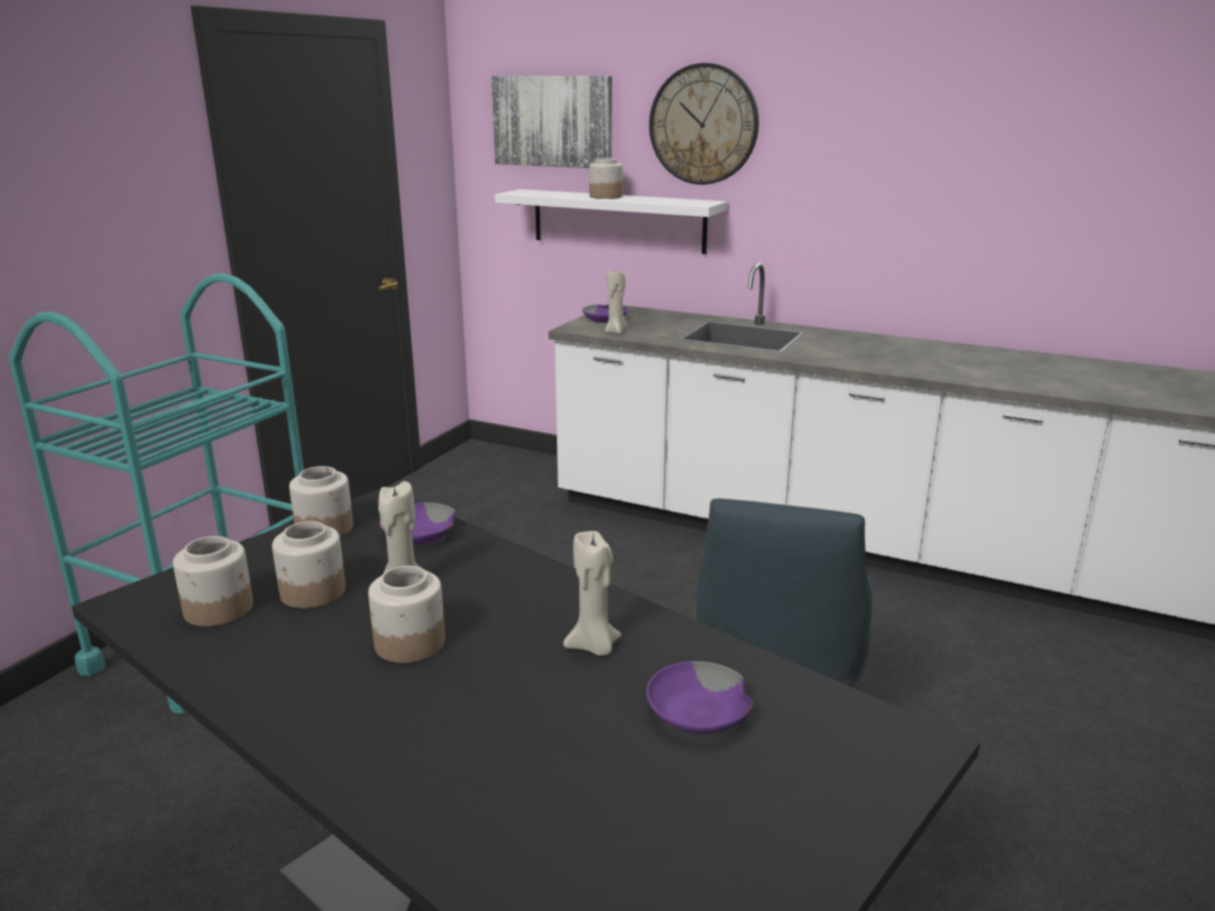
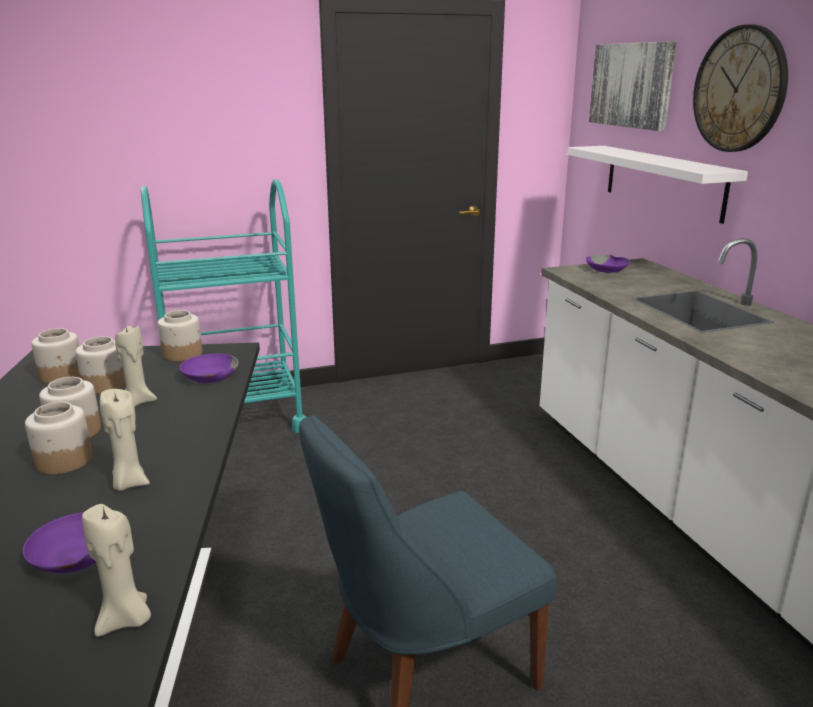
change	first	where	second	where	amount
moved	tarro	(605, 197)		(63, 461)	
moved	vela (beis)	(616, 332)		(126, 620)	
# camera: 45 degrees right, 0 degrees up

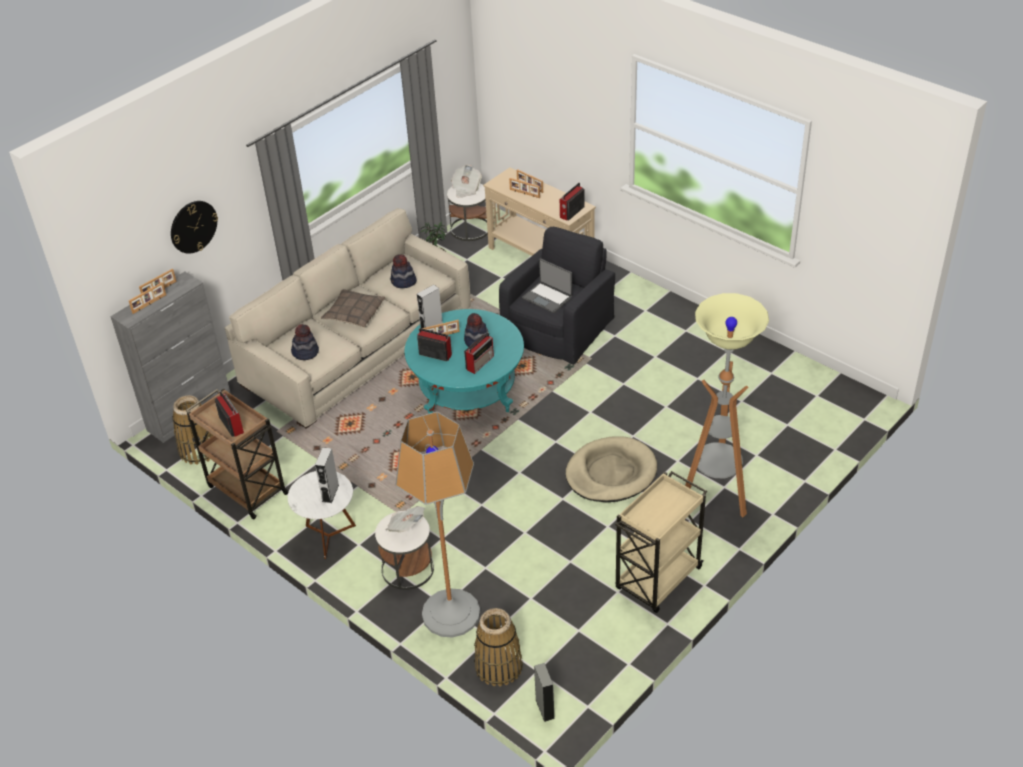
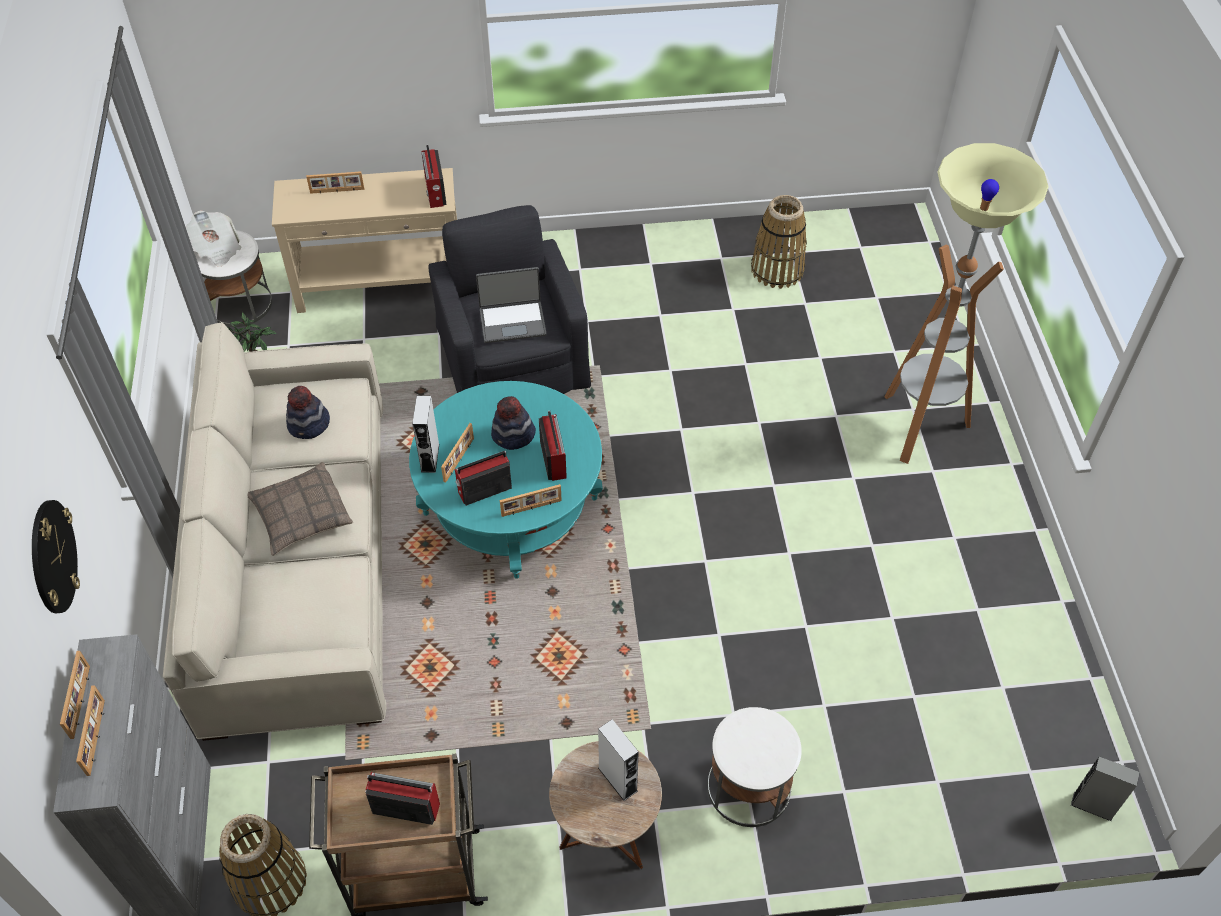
change	first	where	second	where	amount
recoloured	mesa auxiliar (blanco)	(329, 536)	mesa auxiliar (marrón)	(605, 835)	
removed	sombrero	(305, 352)			
removed	periódico	(406, 526)			
removed	lámpara de pie	(451, 613)			
moved	cesta	(498, 666)		(777, 270)	
moved	portarretratos	(524, 193)		(531, 508)	
removed	cama para perro (beis)	(611, 473)			
removed	carrito (beis)	(657, 580)			
# camera: 50 degrees left, 10 degrees up

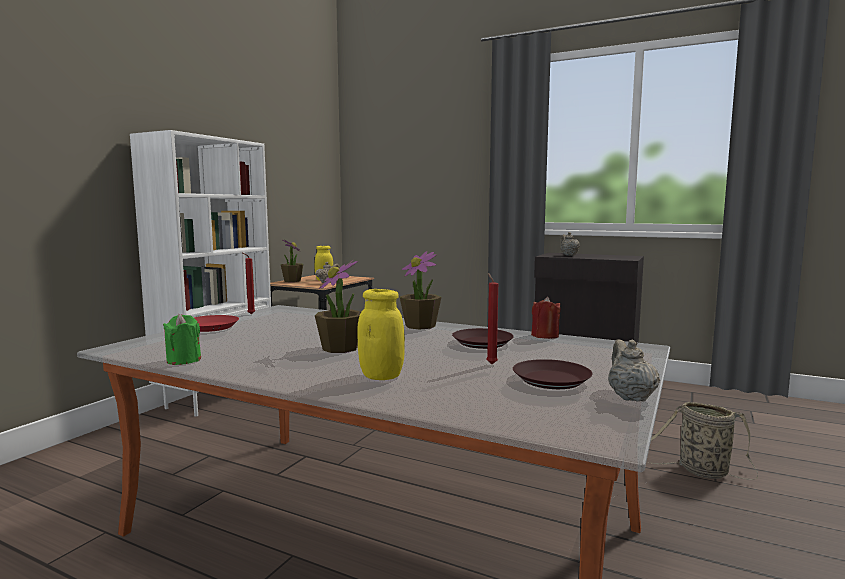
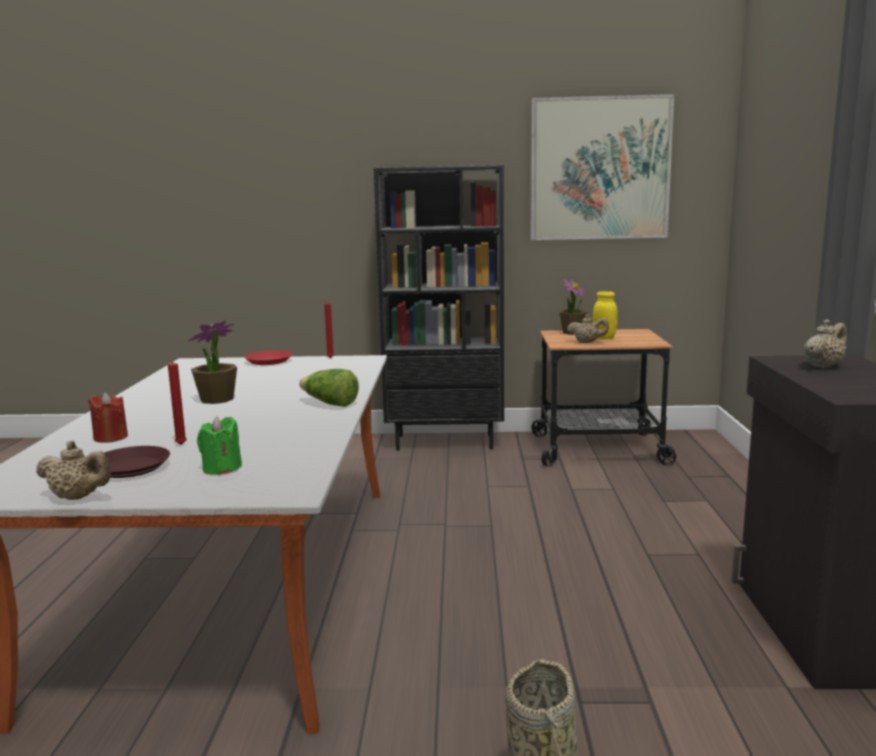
change	first	where	second	where	amount
recoloured	estantería (blanco)	(217, 397)	estantería (negro)	(445, 442)	
moved	vela (verde)	(184, 360)		(221, 468)	
removed	tarro (amarillo)	(381, 376)			
replaced	planta en maceta	(420, 326)	lechuga	(330, 404)	
removed	plato (marrón)	(482, 343)			
moved	vela (rojo)	(545, 336)		(110, 437)	
turned	tetera (beis)	(629, 397)		(78, 497)	45 degrees clockwise
added			cuadro	(599, 169)	
# camera: 65 degrees right, 5 degrees up

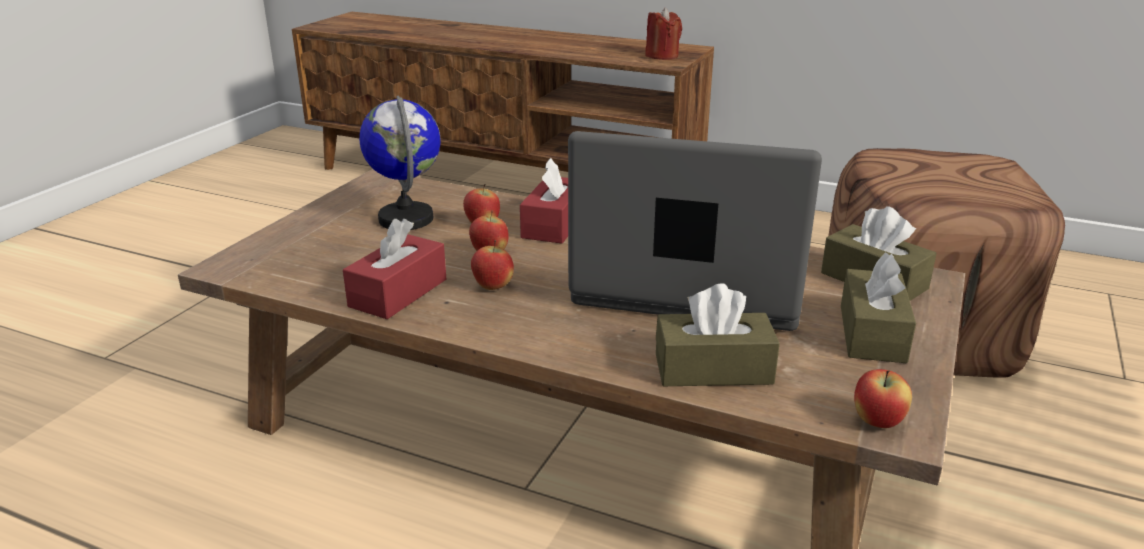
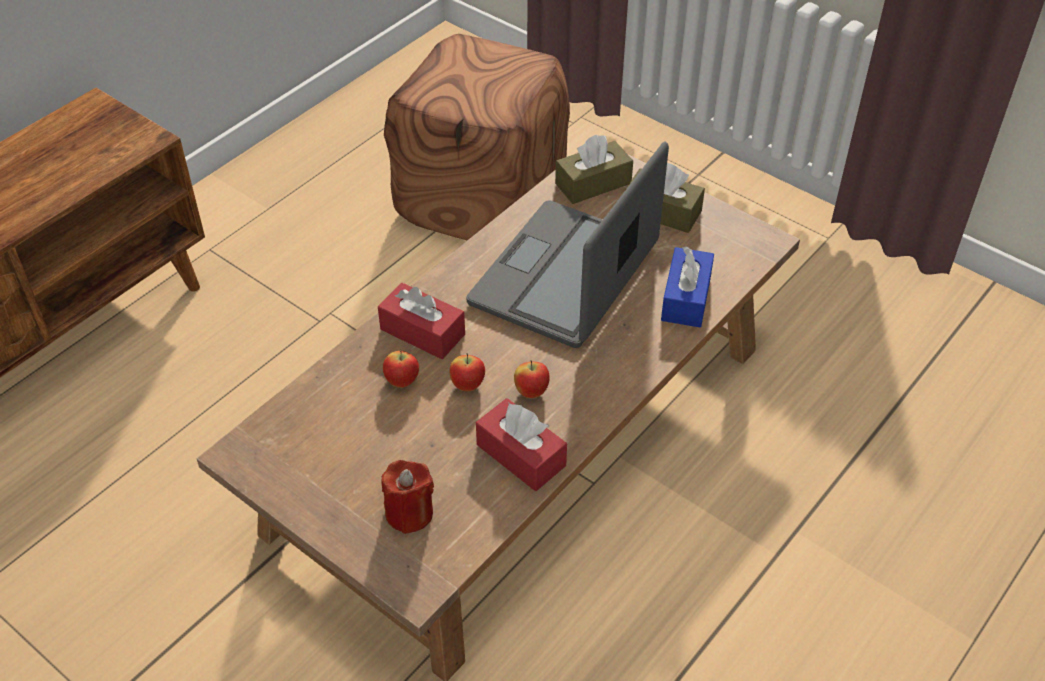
change	first	where	second	where	amount
removed	globo terráqueo	(406, 219)			
moved	vela (rojo)	(662, 56)		(409, 513)	
recoloured	caja de pañuelos (marrón)	(713, 369)	caja de pañuelos (azul)	(686, 298)	
removed	manzana	(877, 422)			
# camera: 75 degrees left, 20 degrees up

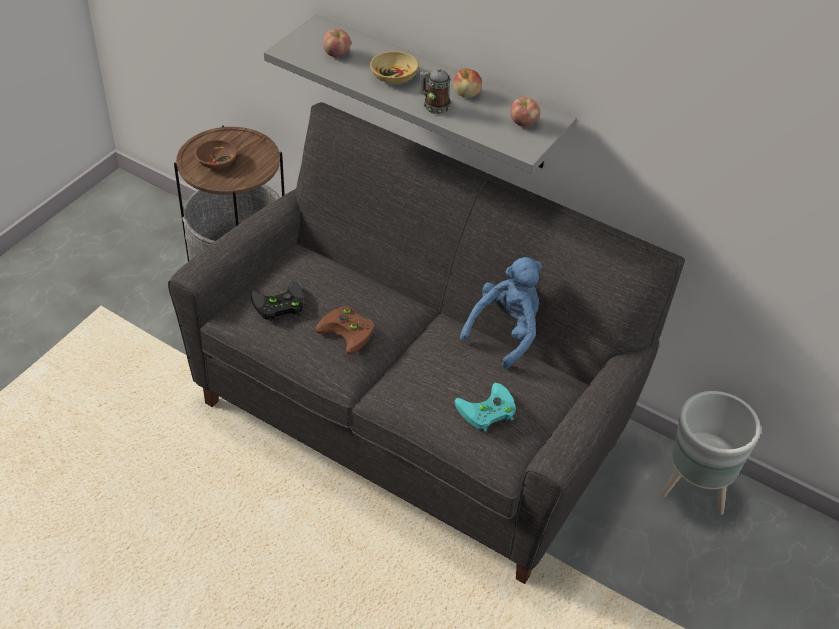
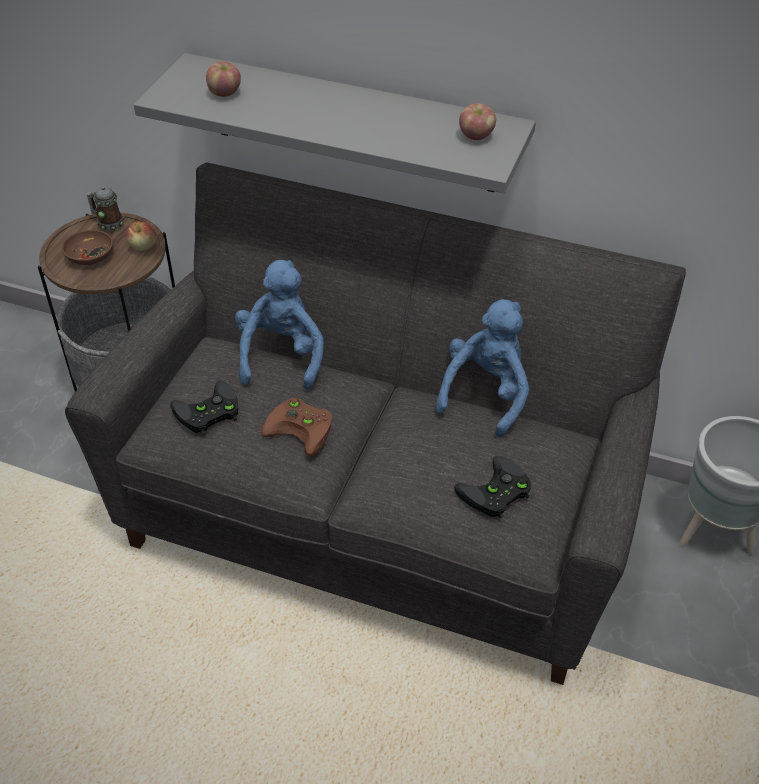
change	first	where	second	where	amount
removed	cuenco (beis)	(394, 77)			
moved	taza grande	(434, 105)		(108, 222)	
moved	manzana	(466, 93)		(143, 246)	
recoloured	mando de consola (turquesa)	(486, 412)	mando de consola (negro)	(495, 493)	
added			peluche (azul)	(281, 355)	
# camera: 10 degrees left, 0 degrees up

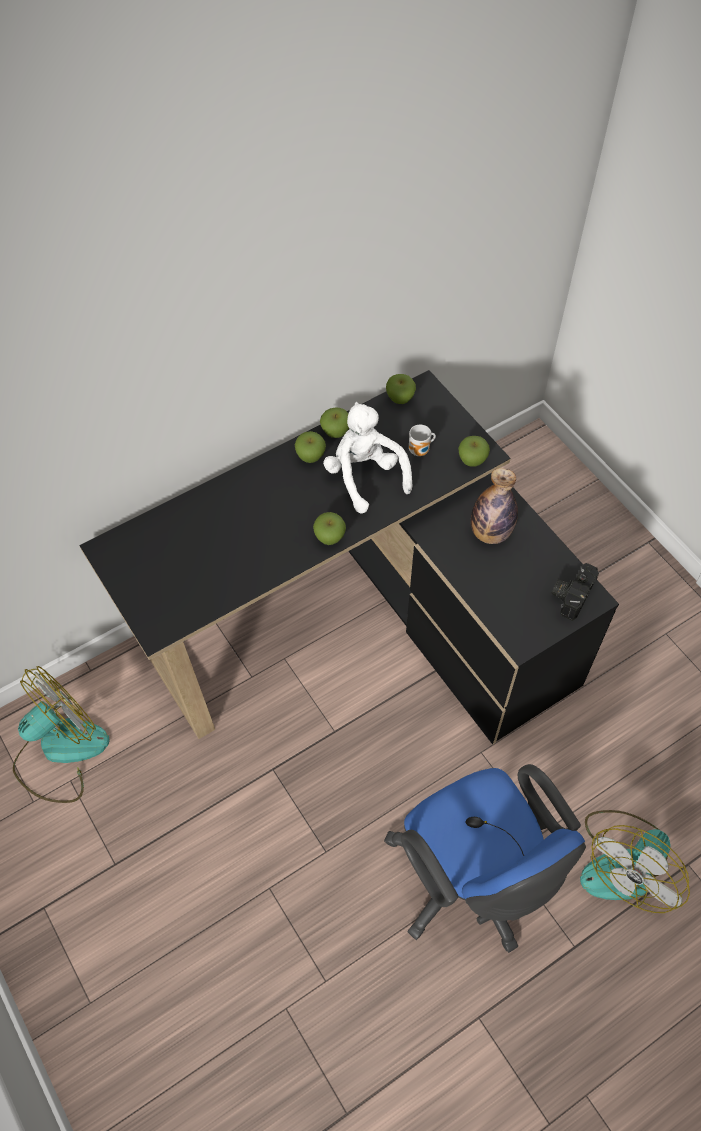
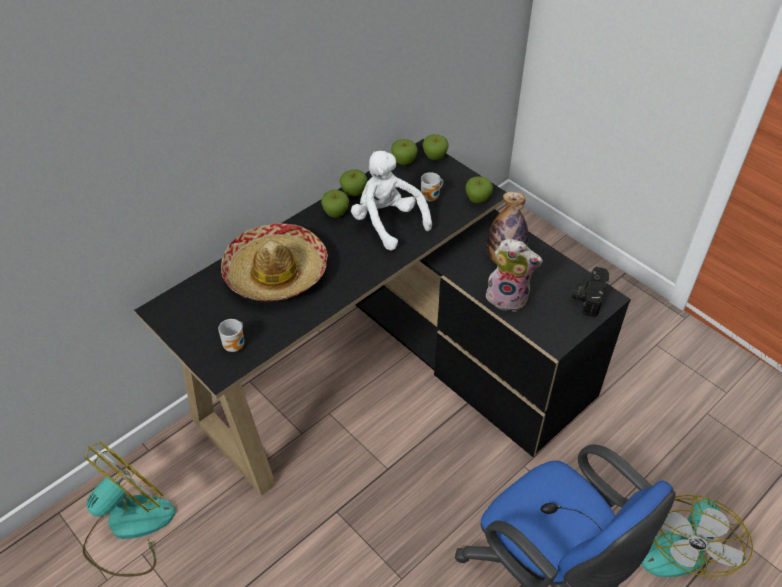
change	first	where	second	where	amount
moved	manzana	(329, 538)		(434, 157)	
added			taza grande	(236, 345)	
added			sombrero	(276, 272)	
added			peluche	(508, 297)	
# camera: 10 degrees left, 10 degrees down

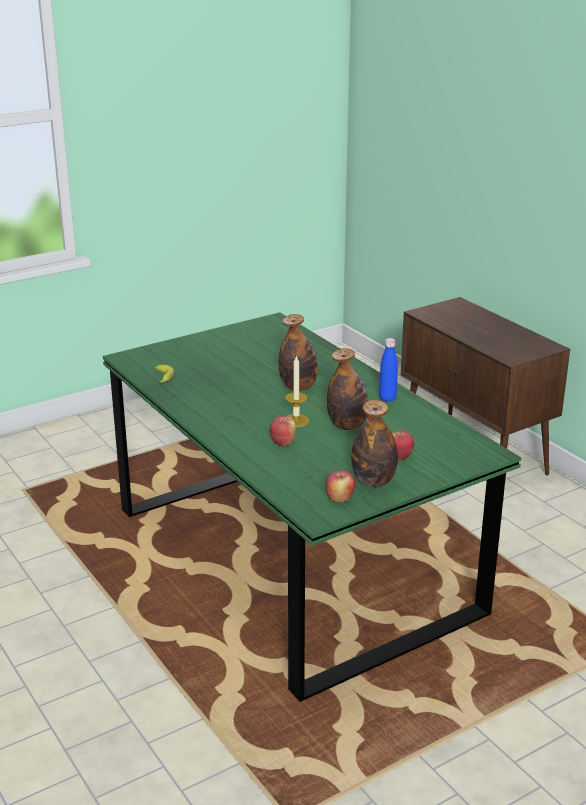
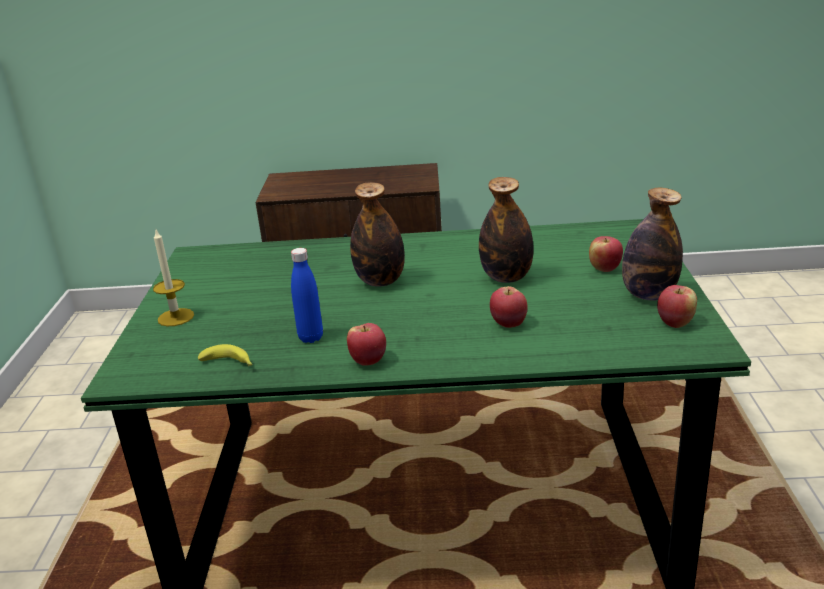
change	first	where	second	where	amount
moved	vela	(296, 420)		(176, 317)	
moved	botella (azul)	(387, 398)		(311, 338)	
added			manzana	(368, 361)	
# camera: 55 degrees left, 0 degrees up

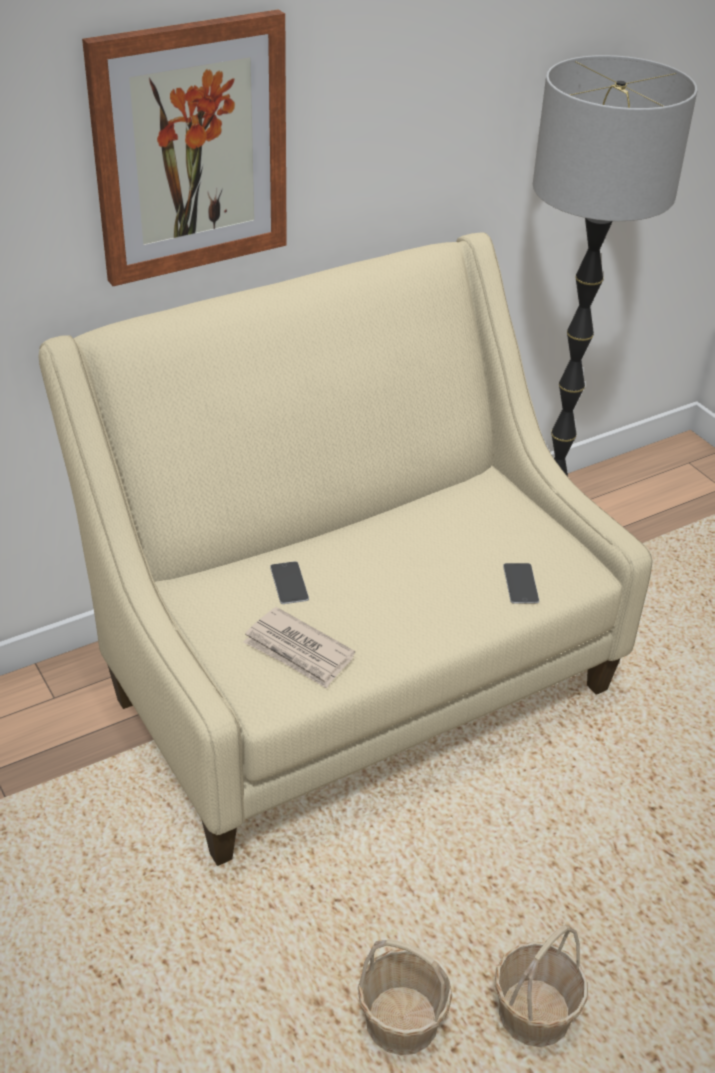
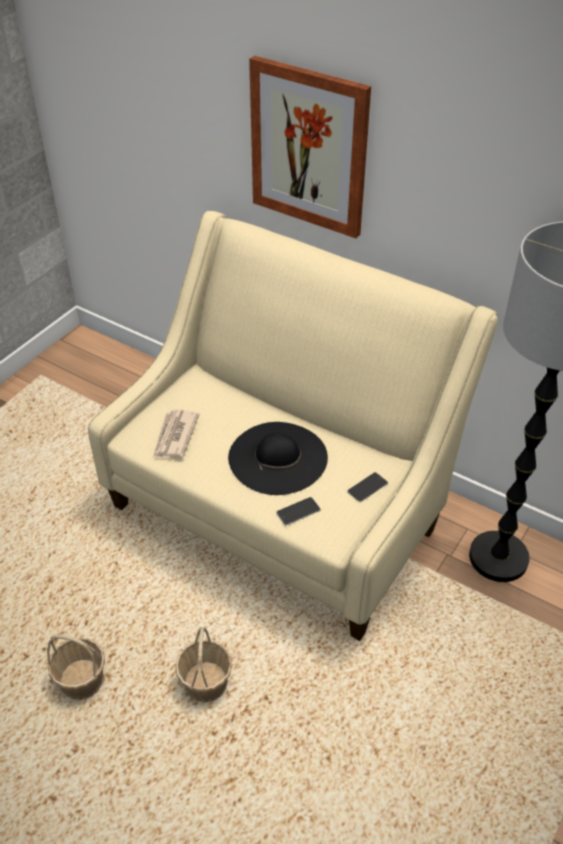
change	first	where	second	where	amount
moved	móvil	(289, 583)		(367, 487)	
moved	cesta	(401, 1022)		(206, 682)	
added			sombrero (negro)	(278, 457)	
# camera: 65 degrees right, 5 degrees up

